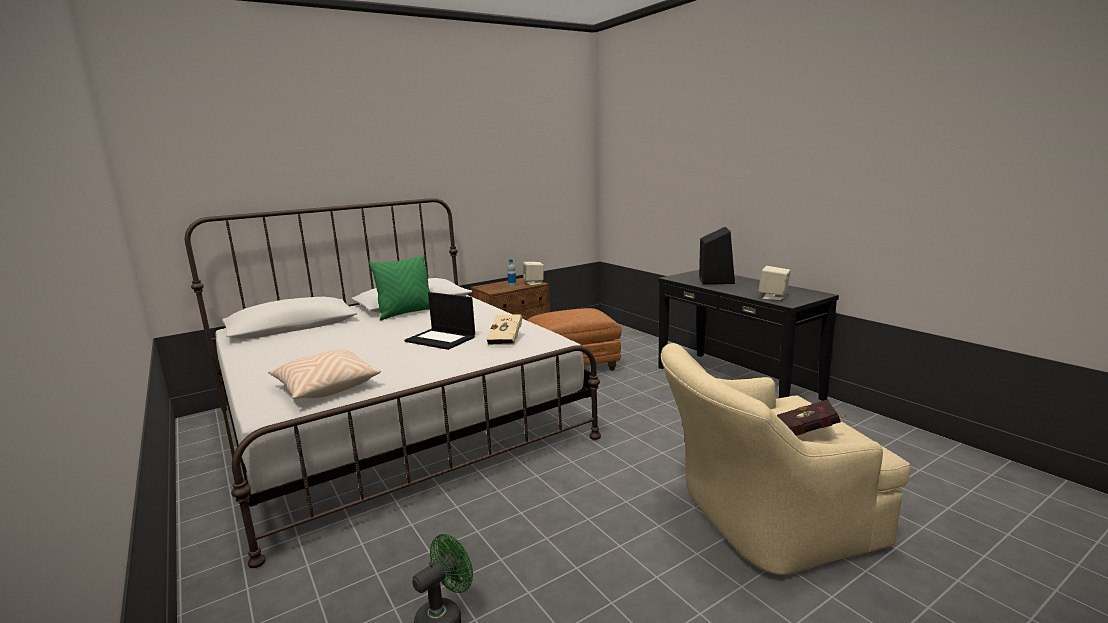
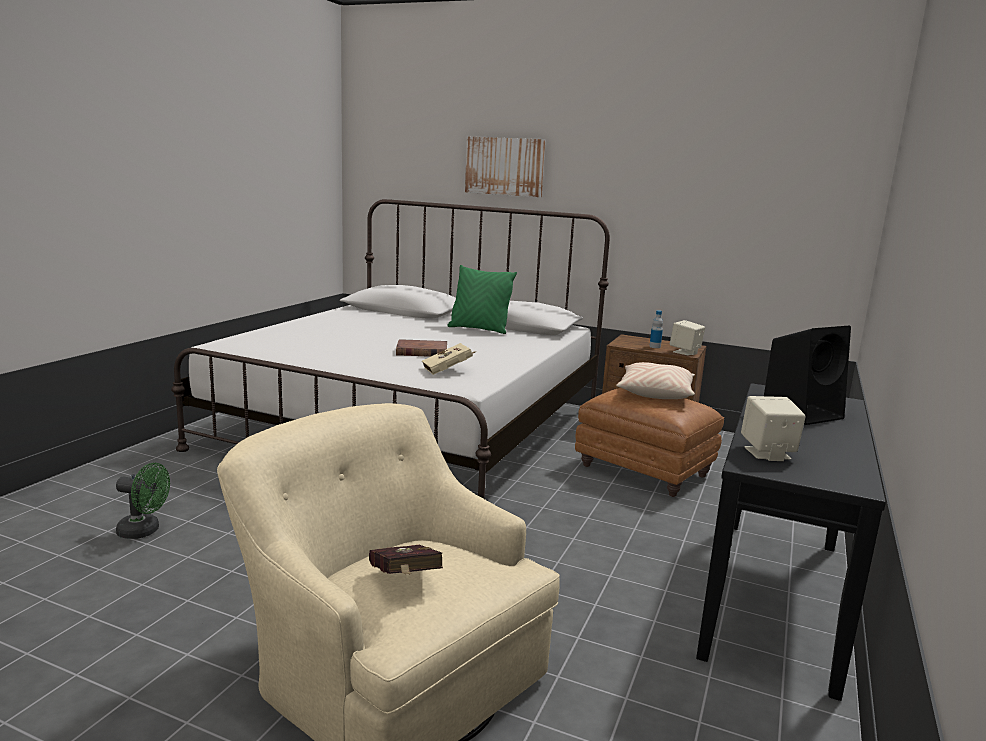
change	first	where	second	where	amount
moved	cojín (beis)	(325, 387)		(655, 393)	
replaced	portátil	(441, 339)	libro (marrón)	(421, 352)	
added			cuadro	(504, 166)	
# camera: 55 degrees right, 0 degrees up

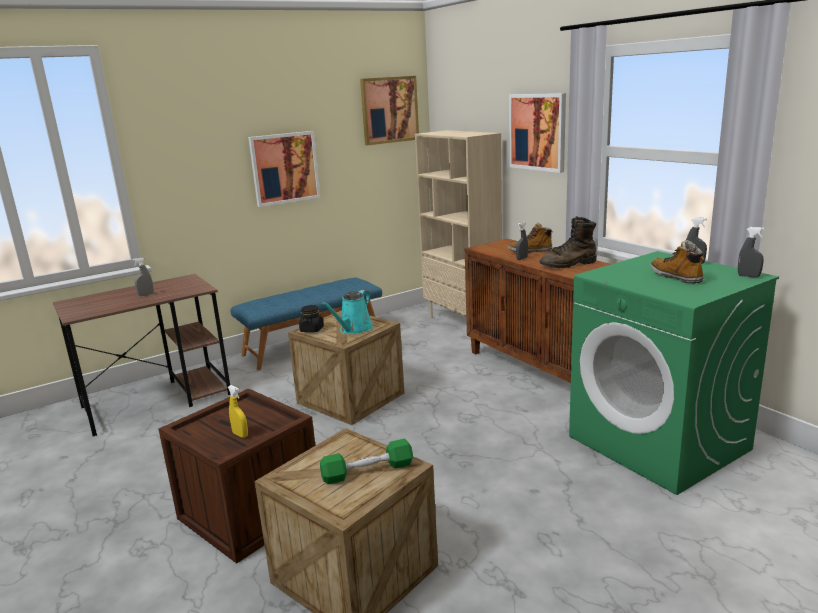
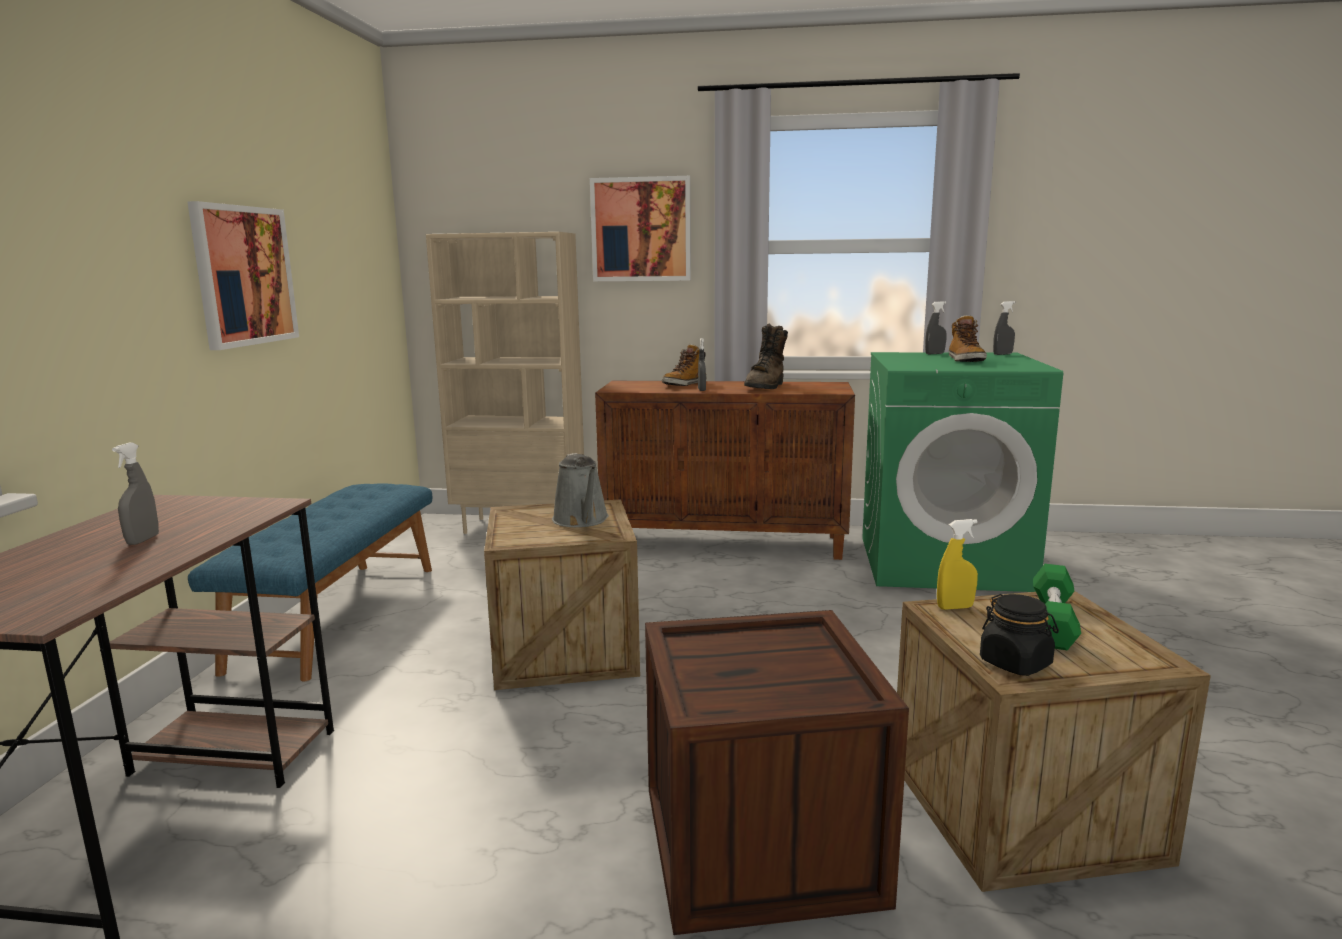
change	first	where	second	where	amount
moved	pulverizador (amarillo)	(240, 435)		(955, 607)	
moved	tarro (negro)	(312, 330)		(1015, 663)	
recoloured	regadera (turquesa)	(354, 329)	regadera (gris)	(582, 520)	
removed	cuadro	(389, 110)			
turned	bota	(676, 277)		(965, 360)	105 degrees counterclockwise
# camera: 50 degrees left, 5 degrees down

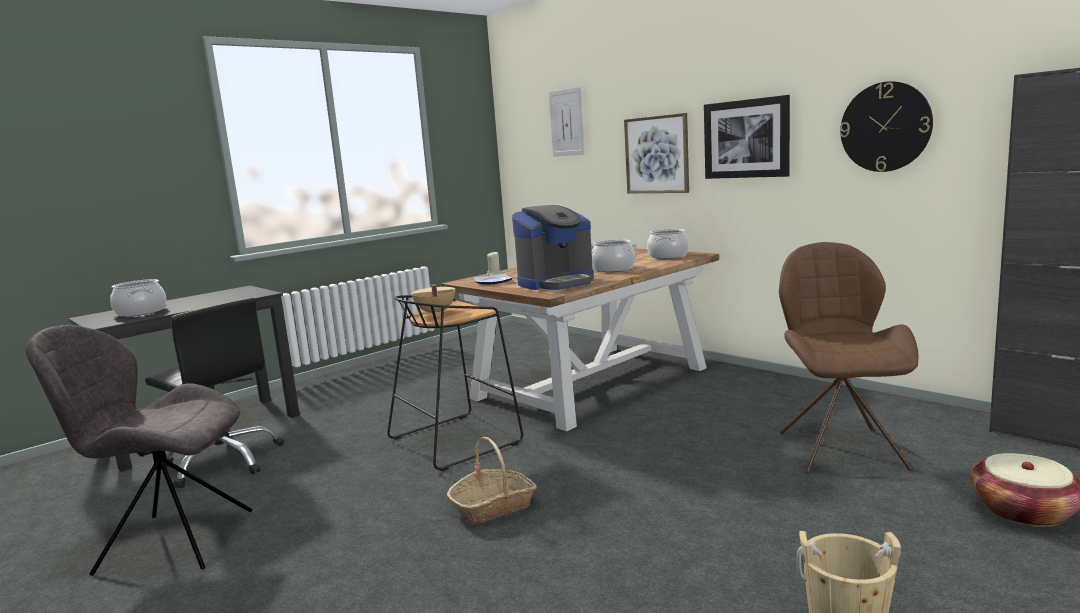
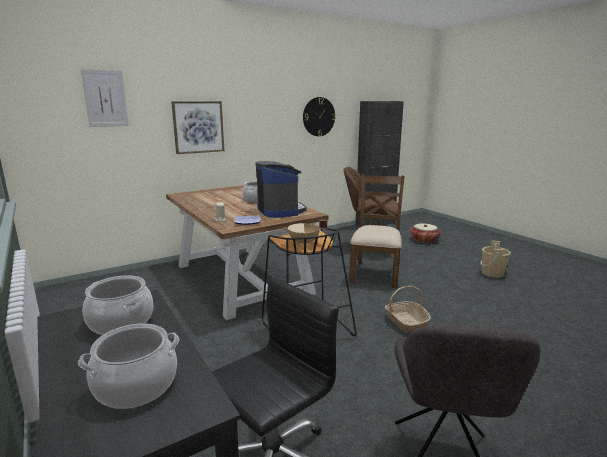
change	first	where	second	where	amount
moved	olla	(667, 256)		(120, 322)	
removed	cuadro	(746, 139)			
added			silla (marrón)	(375, 274)	
# camera: 80 degrees left, 5 degrees up

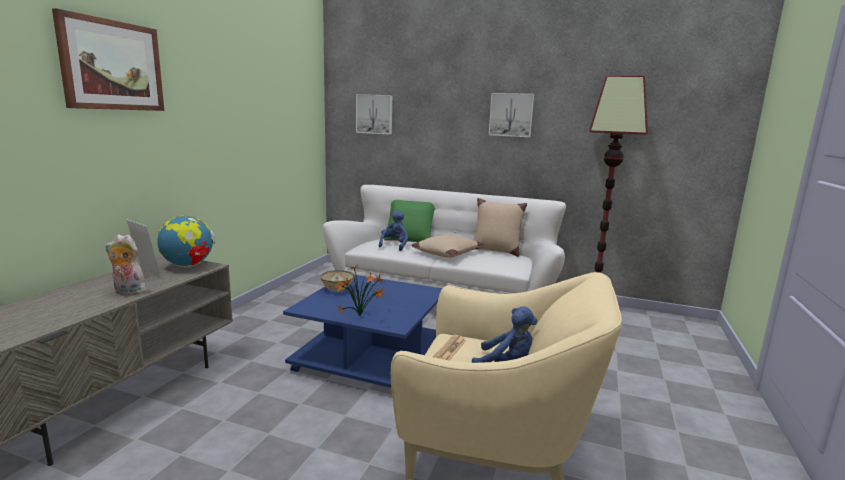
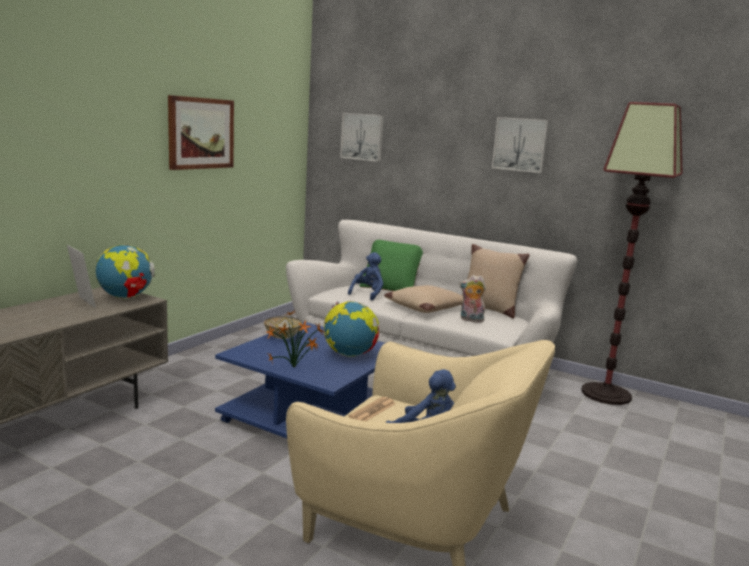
change	first	where	second	where	amount
moved	cuadro	(112, 65)		(201, 133)	
moved	peluche	(127, 292)		(470, 320)	
added			globo terráqueo	(350, 355)	
# camera: 10 degrees right, 0 degrees up

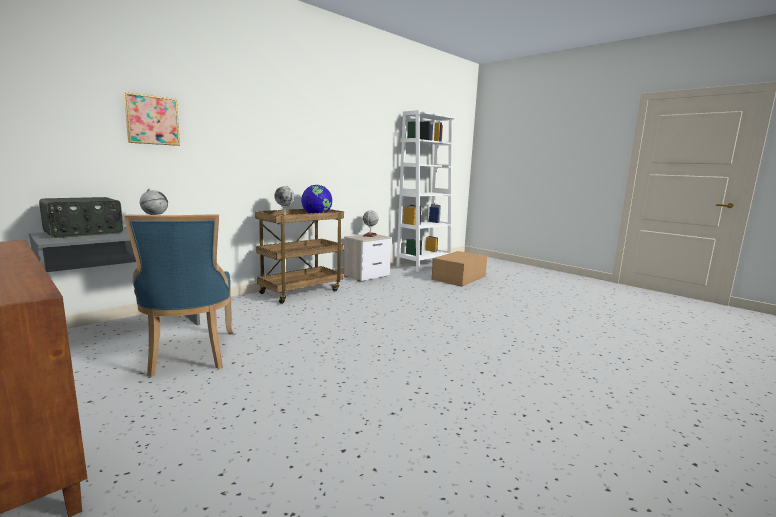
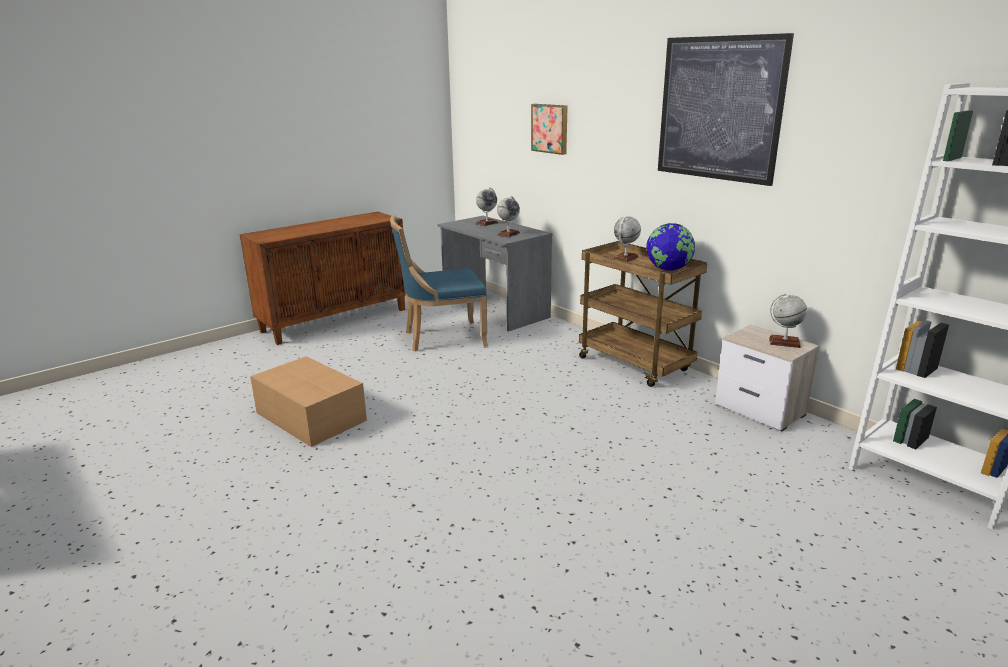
change	first	where	second	where	amount
replaced	radio	(84, 232)	globo terráqueo	(487, 223)	
moved	caja de cartón	(459, 277)		(311, 417)	
added			cuadro	(719, 109)	
# camera: 95 degrees right, 10 degrees up

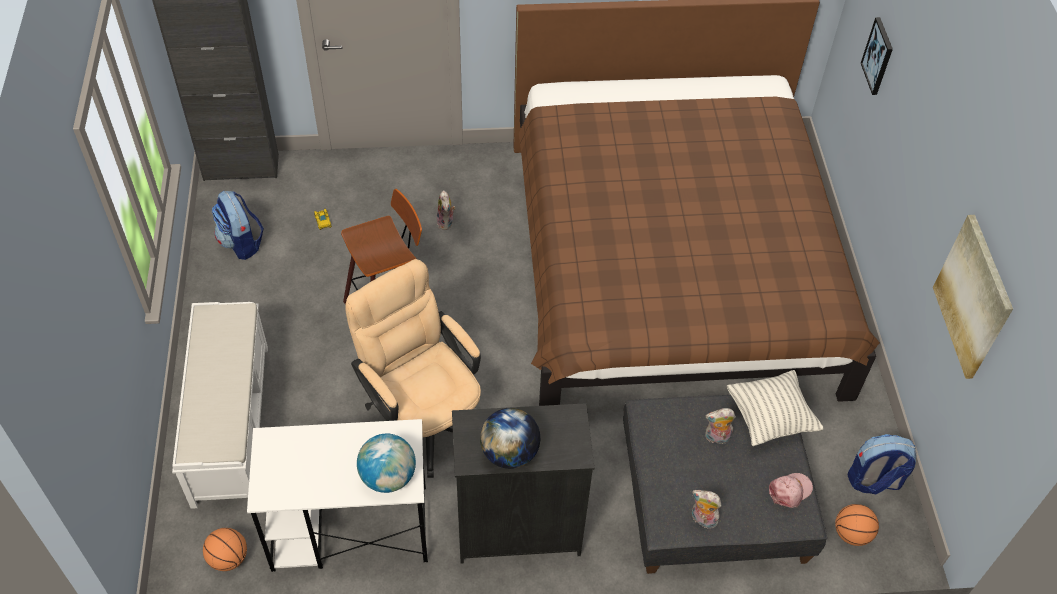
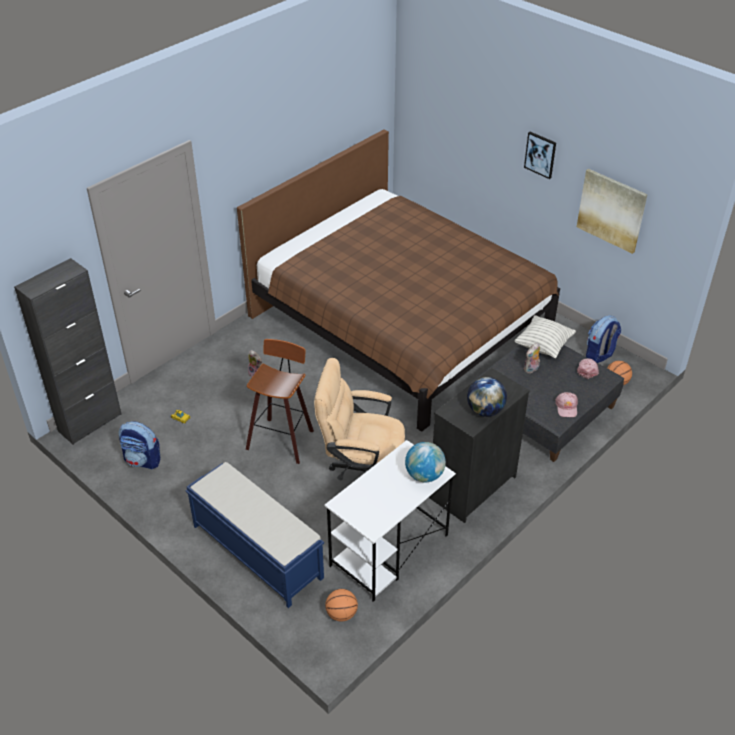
change	first	where	second	where	amount
recoloured	banco (blanco)	(231, 422)	banco (azul)	(256, 551)	
replaced	peluche	(702, 520)	gorra (rosa)	(566, 407)	
moved	cuadro	(878, 56)		(540, 154)	
# camera: 40 degrees left, 10 degrees down

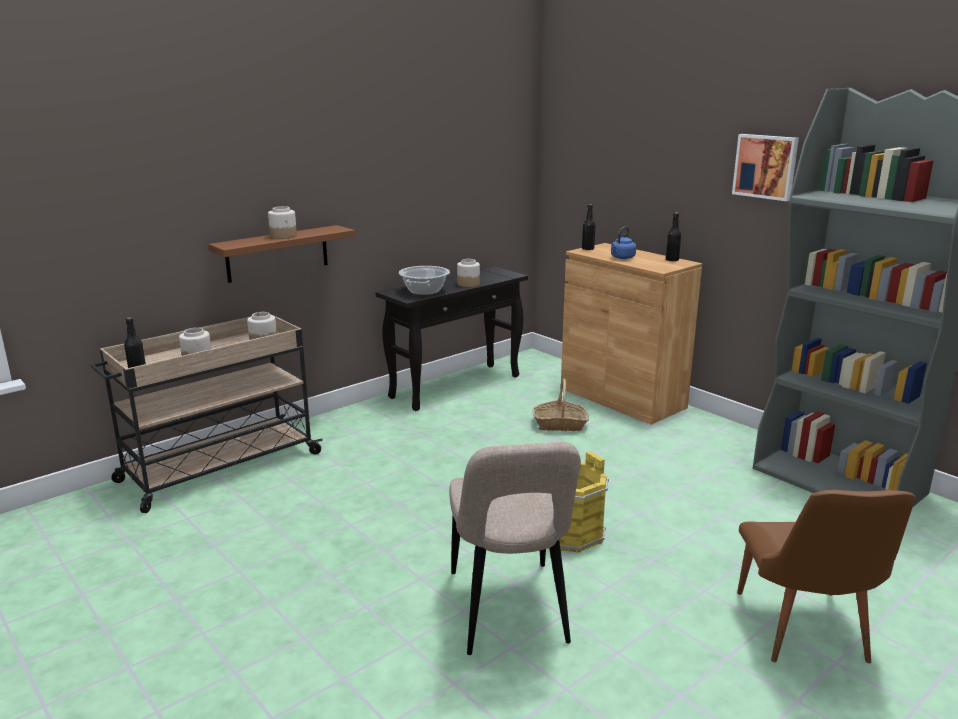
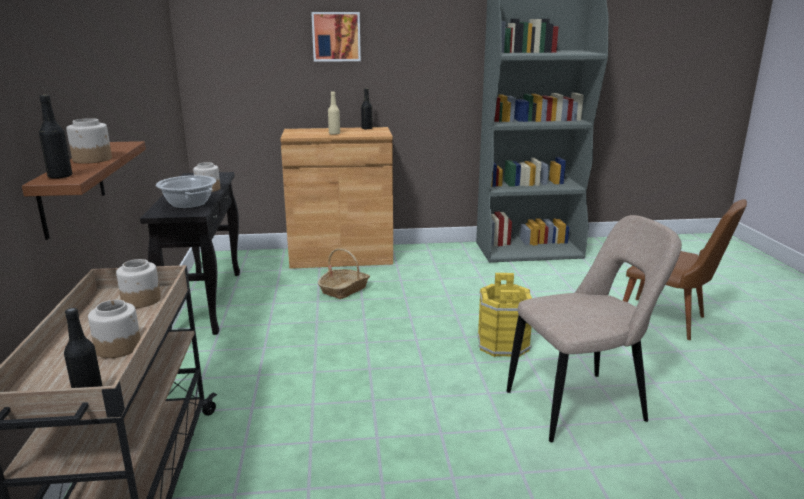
change	first	where	second	where	amount
turned	silla (beis)	(509, 612)		(581, 405)	45 degrees counterclockwise
moved	botella (negro)	(588, 249)		(60, 176)	
replaced	hervidor (azul)	(622, 258)	botella (beis)	(334, 134)	
moved	cuadro	(766, 166)		(336, 36)	
# camera: 55 degrees left, 0 degrees up

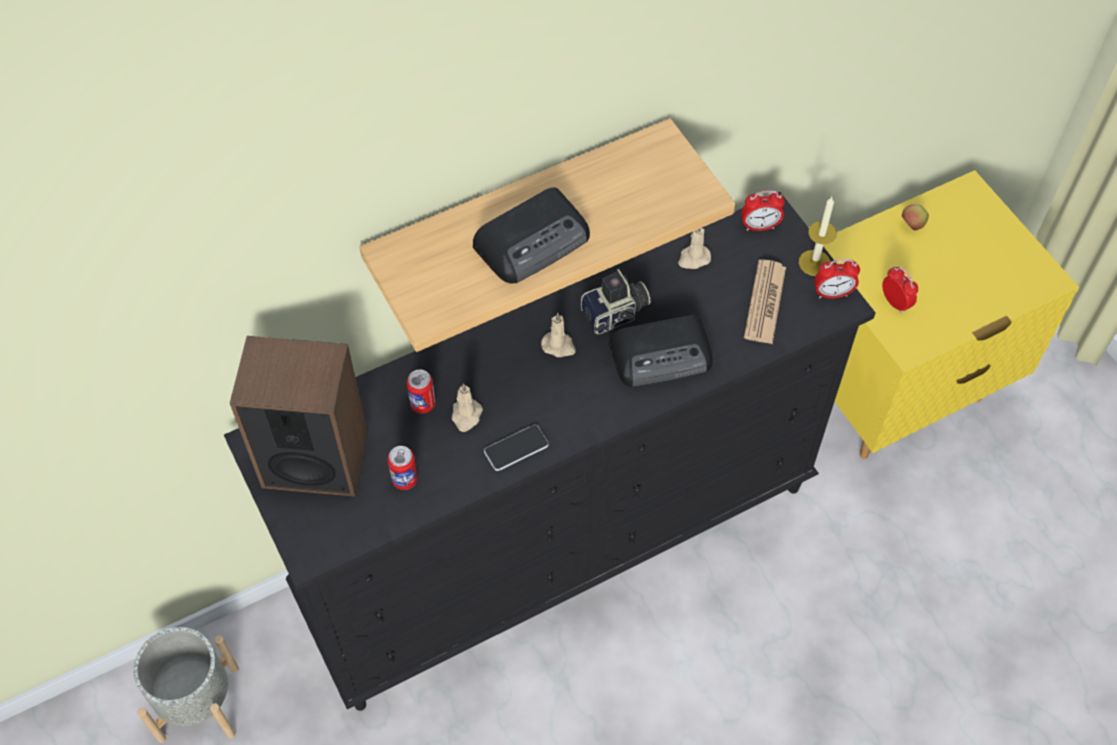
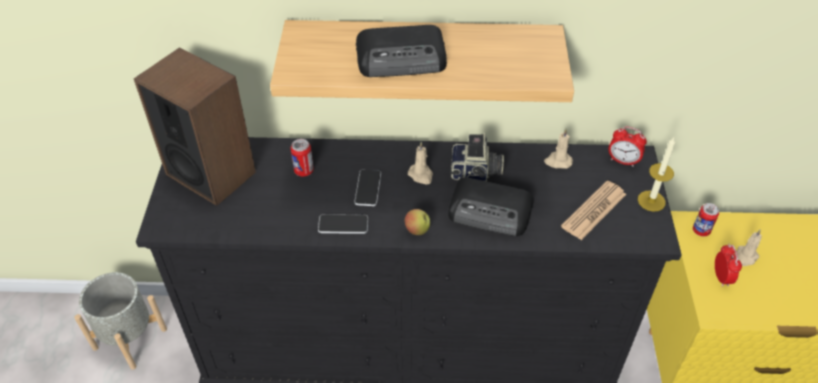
change	first	where	second	where	amount
moved	lata	(404, 479)		(701, 231)	
moved	vela (beis)	(466, 416)		(745, 257)	
removed	despertador	(832, 293)			
moved	manzana	(912, 225)		(417, 230)	
added			móvil	(368, 188)	
# camera: 30 degrees right, 10 degrees down

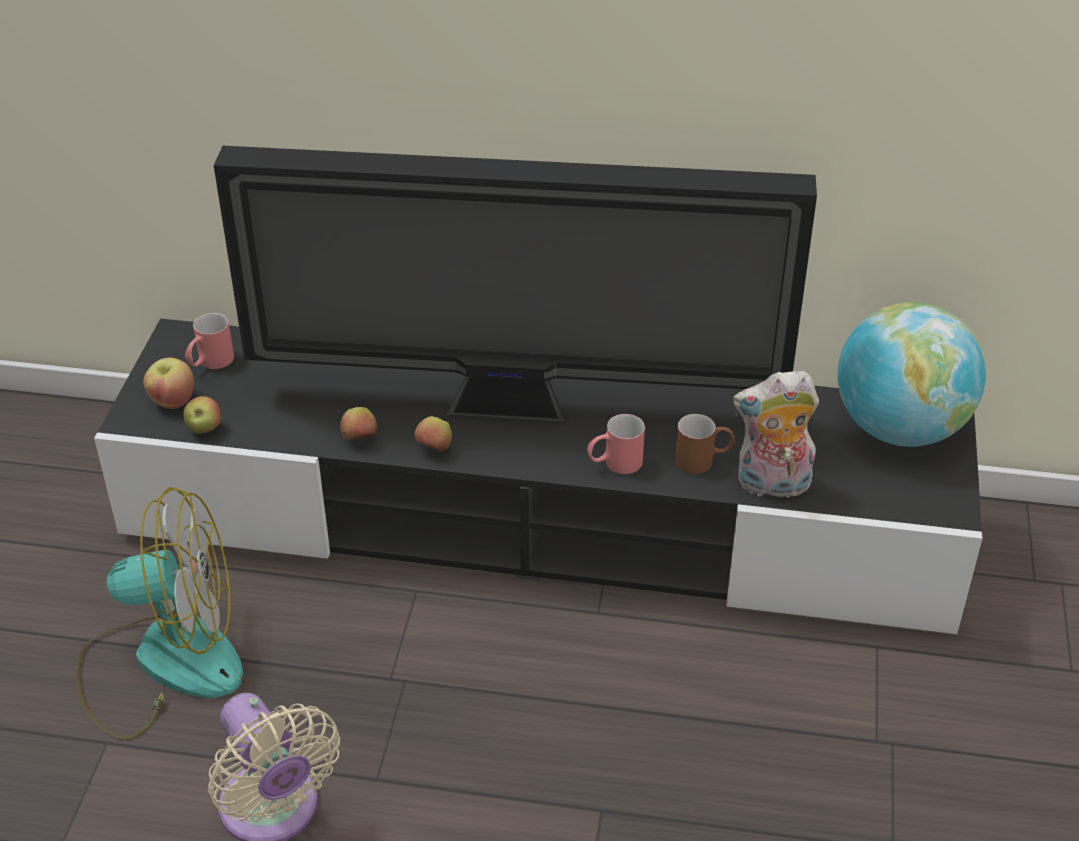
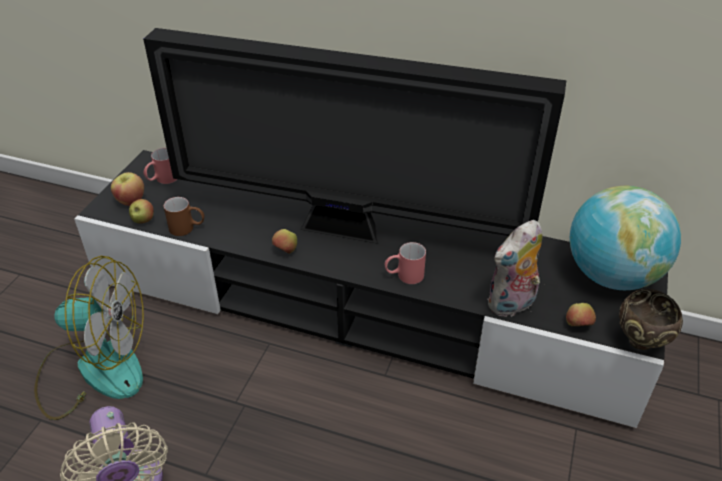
change	first	where	second	where	amount
moved	manzana	(359, 439)		(578, 326)	
moved	taza grande (marrón)	(703, 460)		(187, 228)	
turned	peluche	(771, 485)		(511, 305)	45 degrees counterclockwise
added			cuenco (marrón)	(641, 343)	
# camera: 10 degrees right, 0 degrees up

